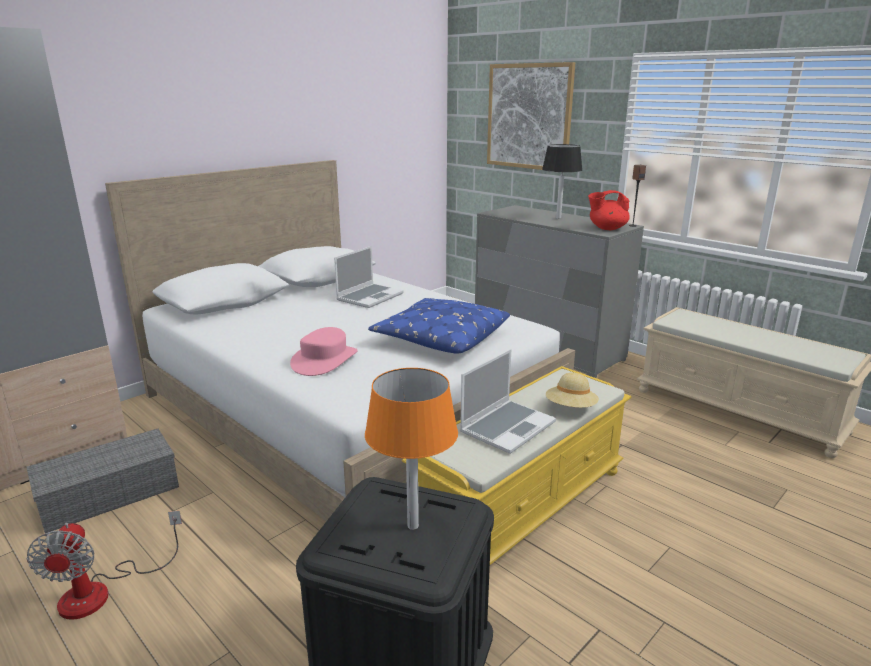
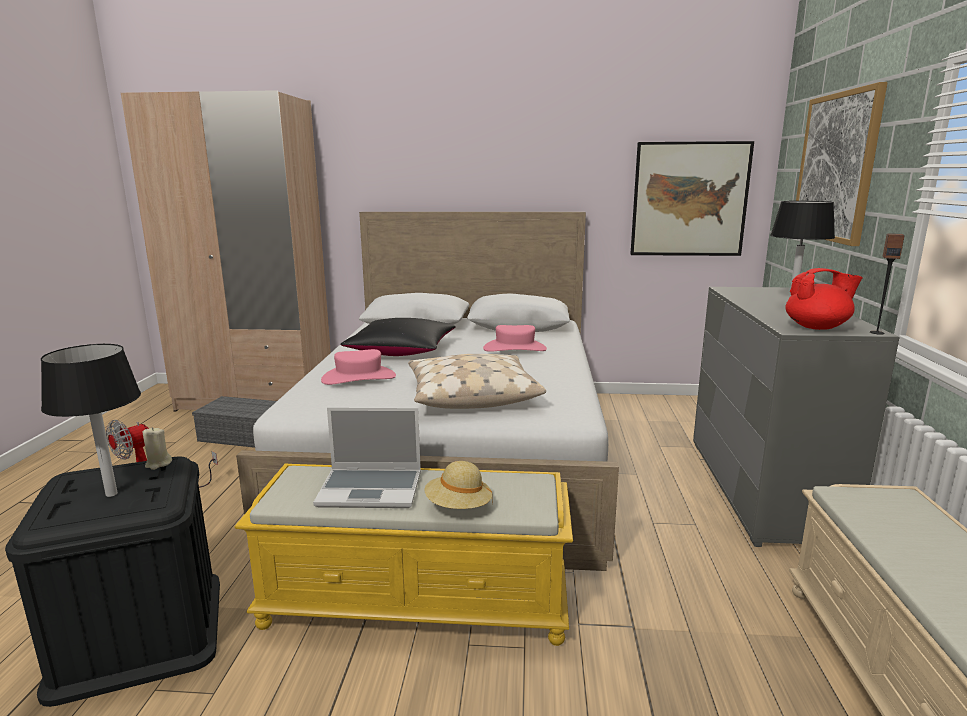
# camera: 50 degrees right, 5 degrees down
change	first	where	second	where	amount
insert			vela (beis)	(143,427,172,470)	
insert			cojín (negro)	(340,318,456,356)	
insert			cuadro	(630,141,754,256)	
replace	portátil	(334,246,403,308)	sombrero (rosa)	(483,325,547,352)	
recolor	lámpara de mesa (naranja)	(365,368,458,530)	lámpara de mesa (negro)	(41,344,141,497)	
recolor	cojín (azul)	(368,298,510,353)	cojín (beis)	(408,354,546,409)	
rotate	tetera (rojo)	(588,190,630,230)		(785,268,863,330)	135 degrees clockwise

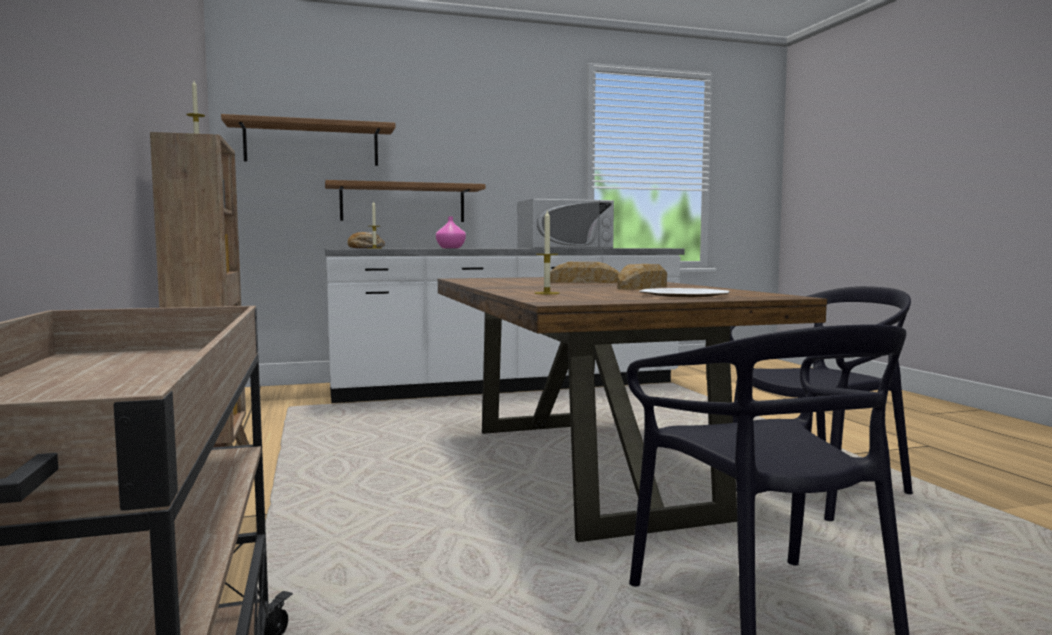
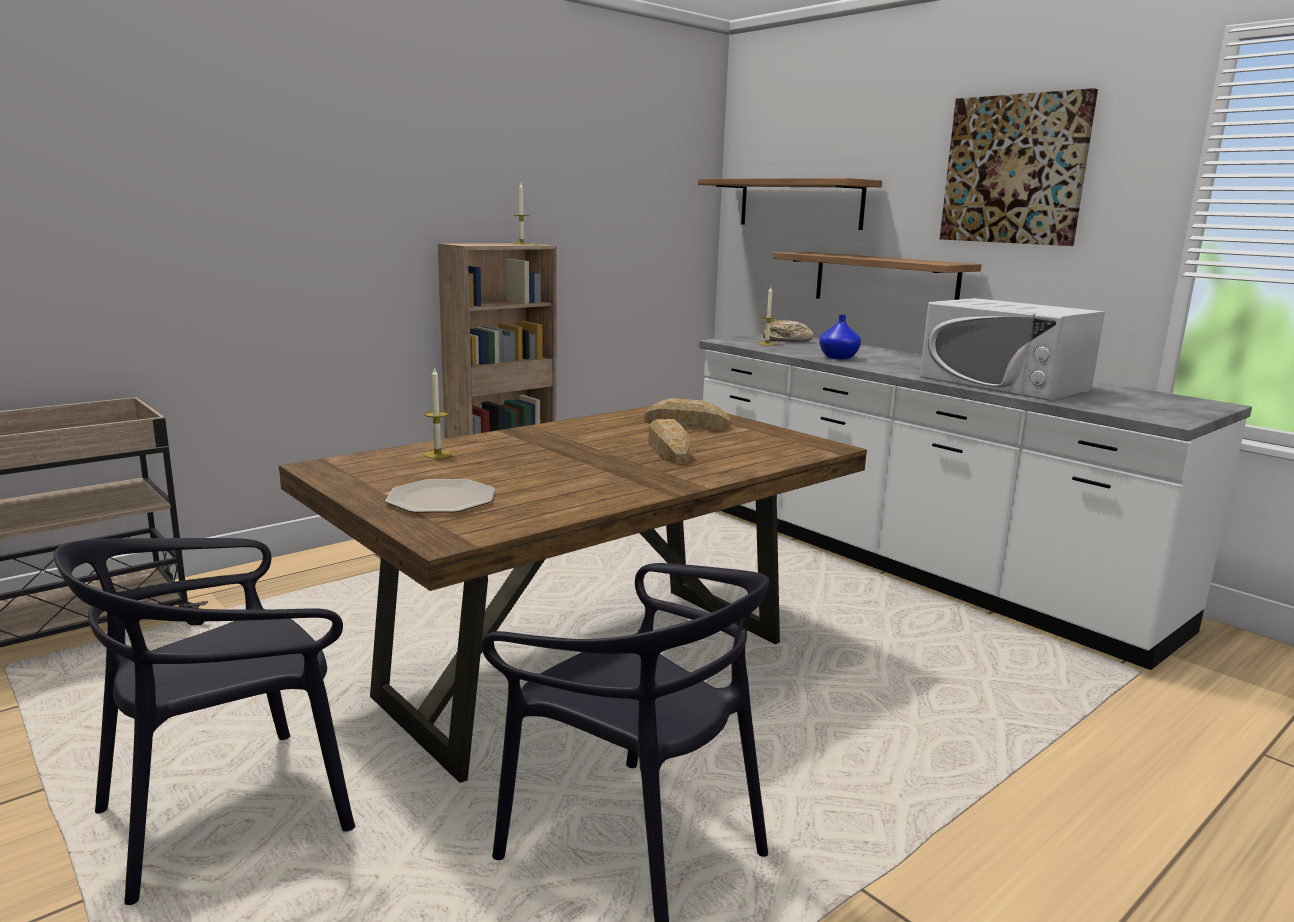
# camera: 65 degrees right, 10 degrees up
change	first	where	second	where	amount
insert			cuadro	(940,88,1098,246)	
move	pan	(617,264,667,290)		(644,398,731,430)	
recolor	florero (rosa)	(436,216,466,248)	florero (azul)	(819,315,861,360)	

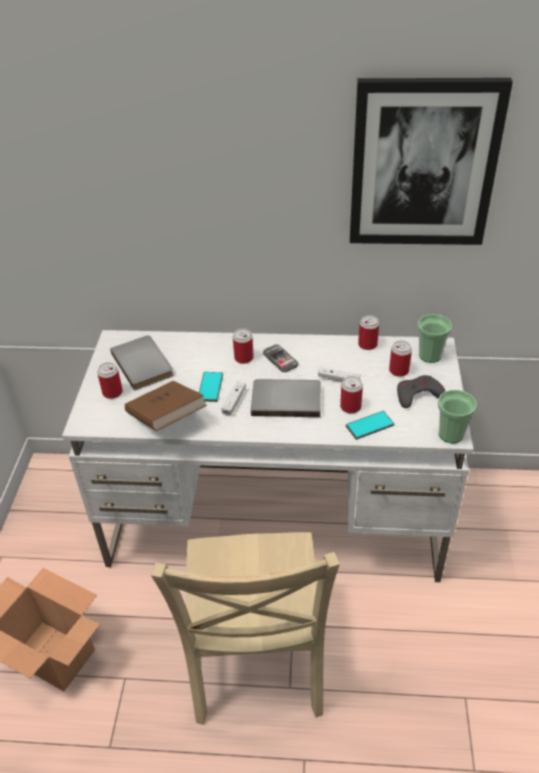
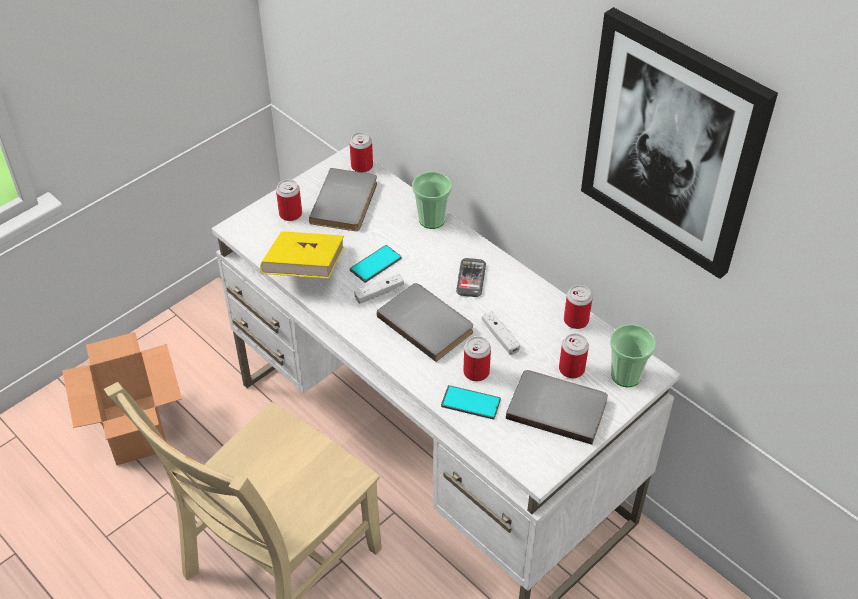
# camera: 40 degrees right, 5 degrees up
change	first	where	second	where	amount
move	lata	(233,328,254,364)		(349,132,373,173)	
move	taza	(438,390,477,443)		(413,172,452,229)	
replace	mando de consola (gris)	(397,375,446,408)	libro (gris)	(506,370,608,445)	
recolor	libro (marrón)	(125,381,207,431)	libro (amarillo)	(260,231,344,279)	

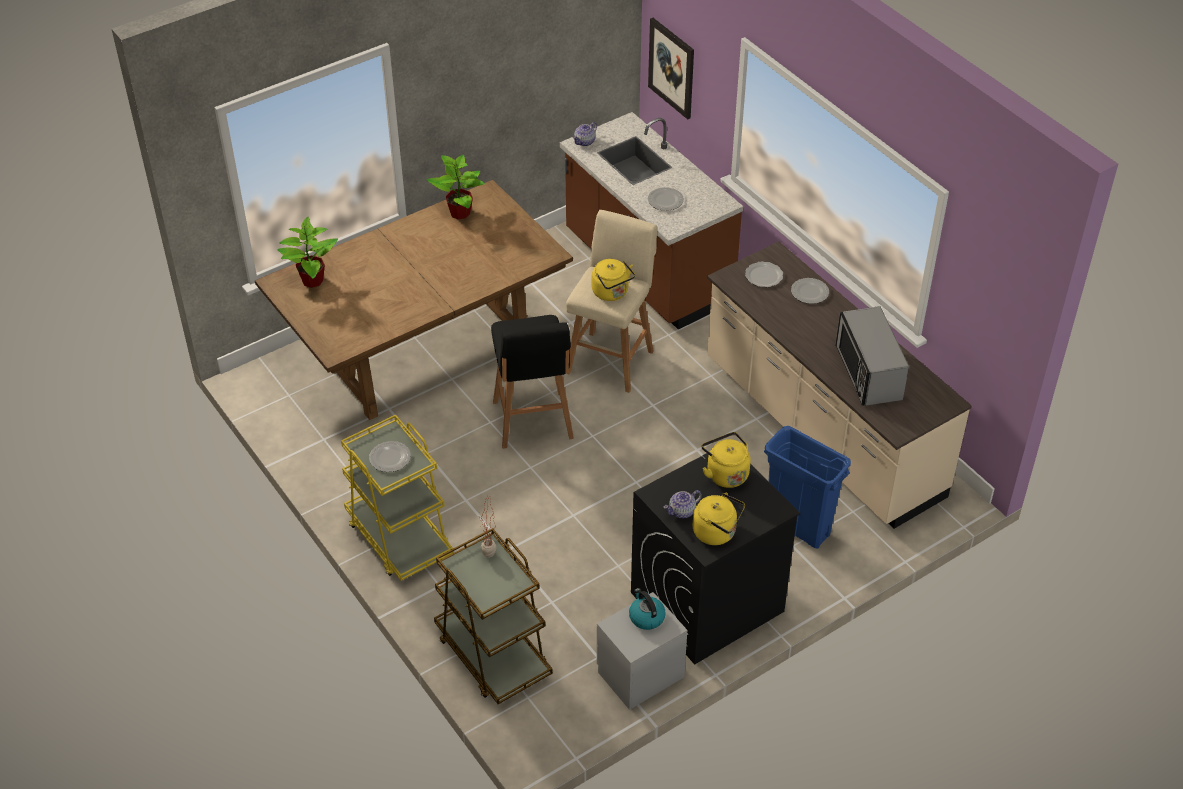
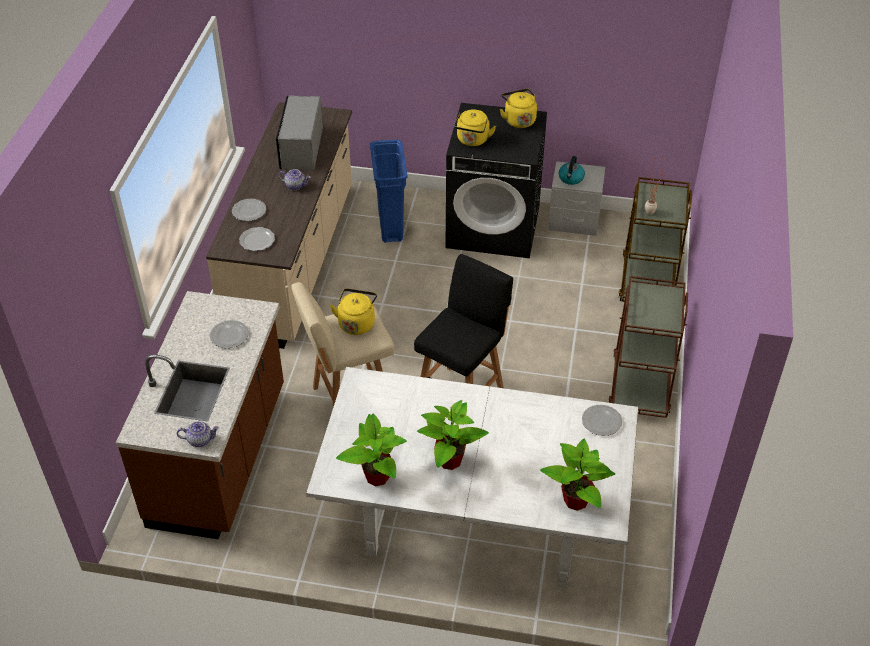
# camera: 135 degrees left, 0 degrees up
change	first	where	second	where	amount
delete	cuadro	(648,18,694,119)			
insert			planta en maceta	(417,400,489,470)	
move	plato	(369,441,411,472)		(582,405,622,436)	
move	tetera	(664,490,702,518)		(278,169,311,190)	
recolor	mesa de comedor (marrón)	(255,180,573,420)	mesa de comedor (blanco)	(306,367,638,586)	
recolor	carrito (amarillo)	(341,415,454,581)	carrito (marrón)	(609,276,688,418)	
rotate	microondas	(835,306,909,406)		(276,96,323,171)	150 degrees clockwise

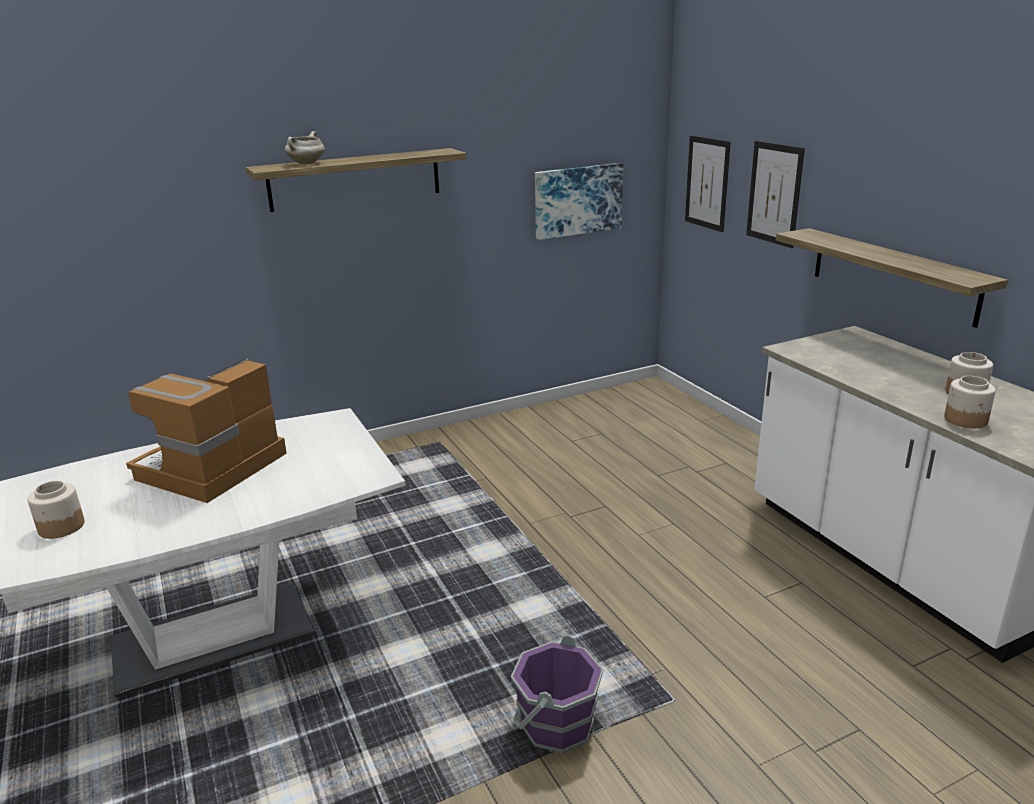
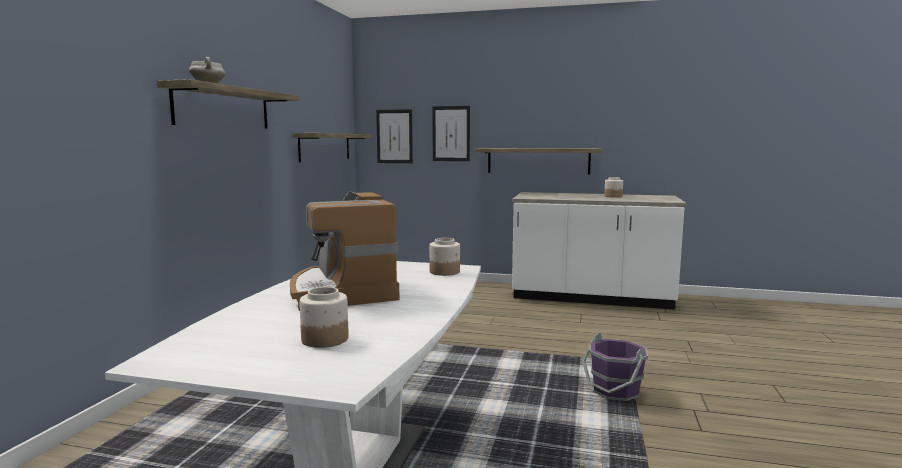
# camera: 50 degrees left, 15 degrees down
change	first	where	second	where	amount
move	tarro	(944,376,996,428)		(429,238,460,276)	
replace	cuadro	(535,163,623,240)	estante	(292,133,373,162)	

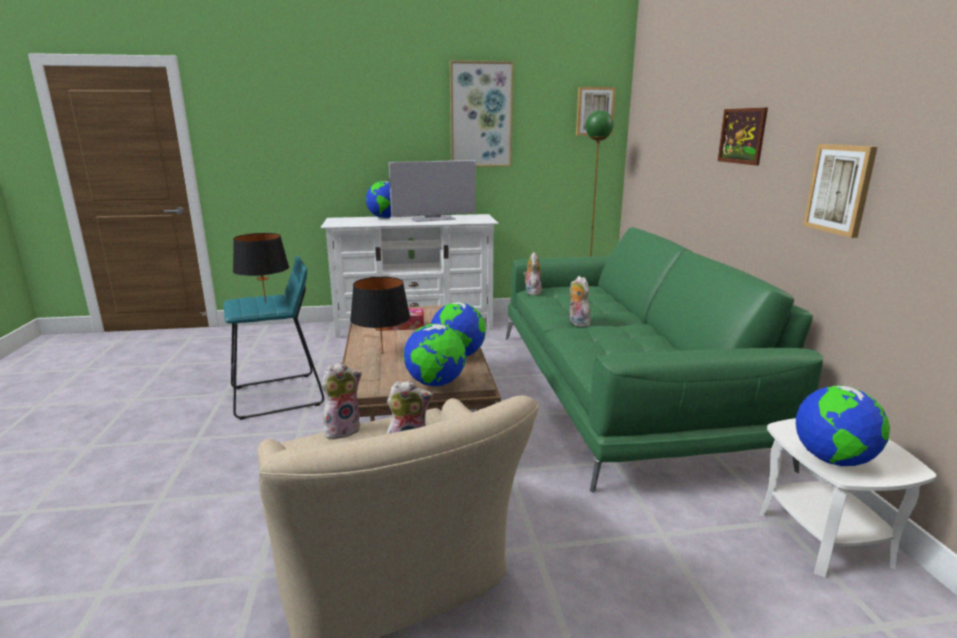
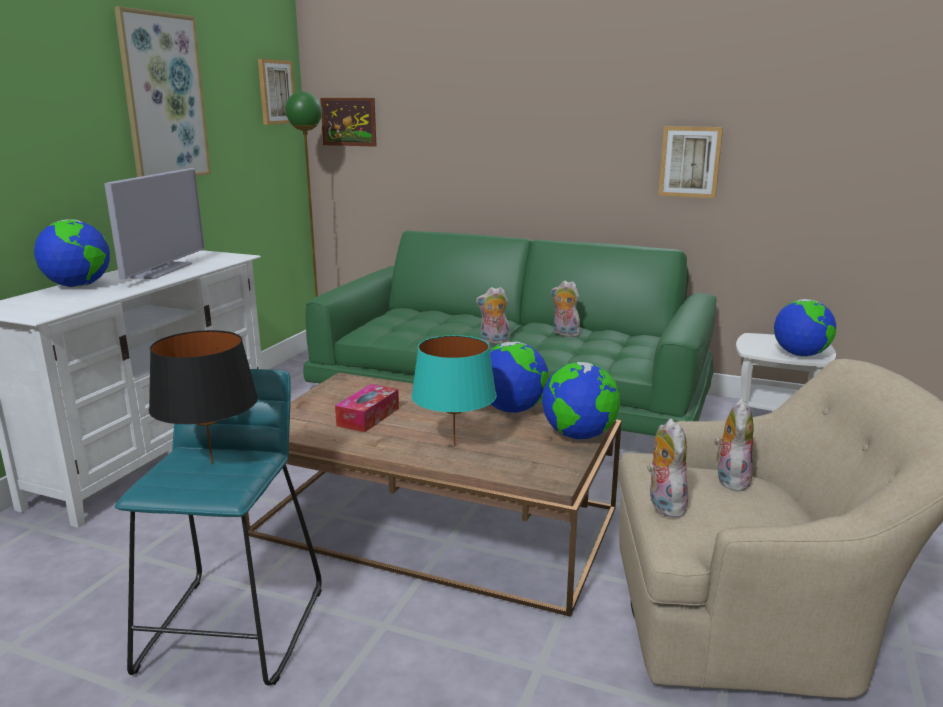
# camera: 60 degrees left, 0 degrees up
change	first	where	second	where	amount
move	peluche	(523,252,542,295)		(551,281,580,337)	
move	cuadro	(717,107,768,166)		(320,98,376,147)	
recolor	lámpara de mesa (negro)	(350,277,410,354)	lámpara de mesa (turquesa)	(411,335,497,446)	

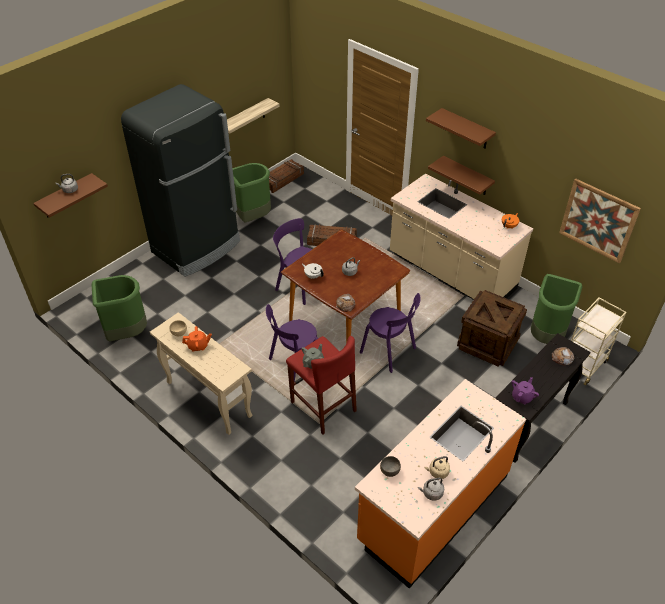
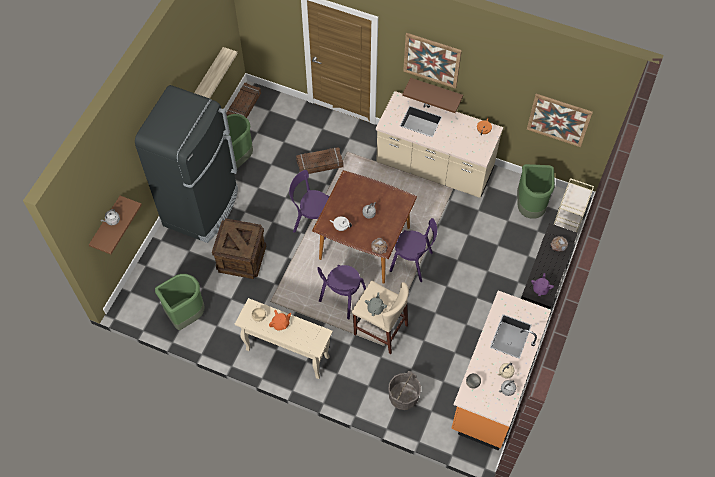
# camera: 20 degrees left, 15 degrees up
change	first	where	second	where	amount
insert			cubo (gris)	(388,371,421,410)	
move	caja de embalaje	(457,290,527,367)		(212,218,266,279)	
replace	estante (marrón)	(426,108,496,148)	cuadro	(403,33,462,89)	
recolor	taburete (rojo)	(286,336,357,435)	taburete (beis)	(352,281,409,354)	

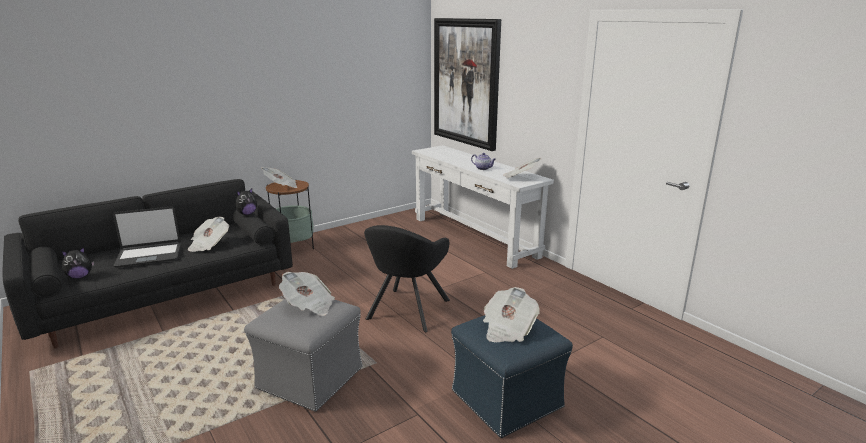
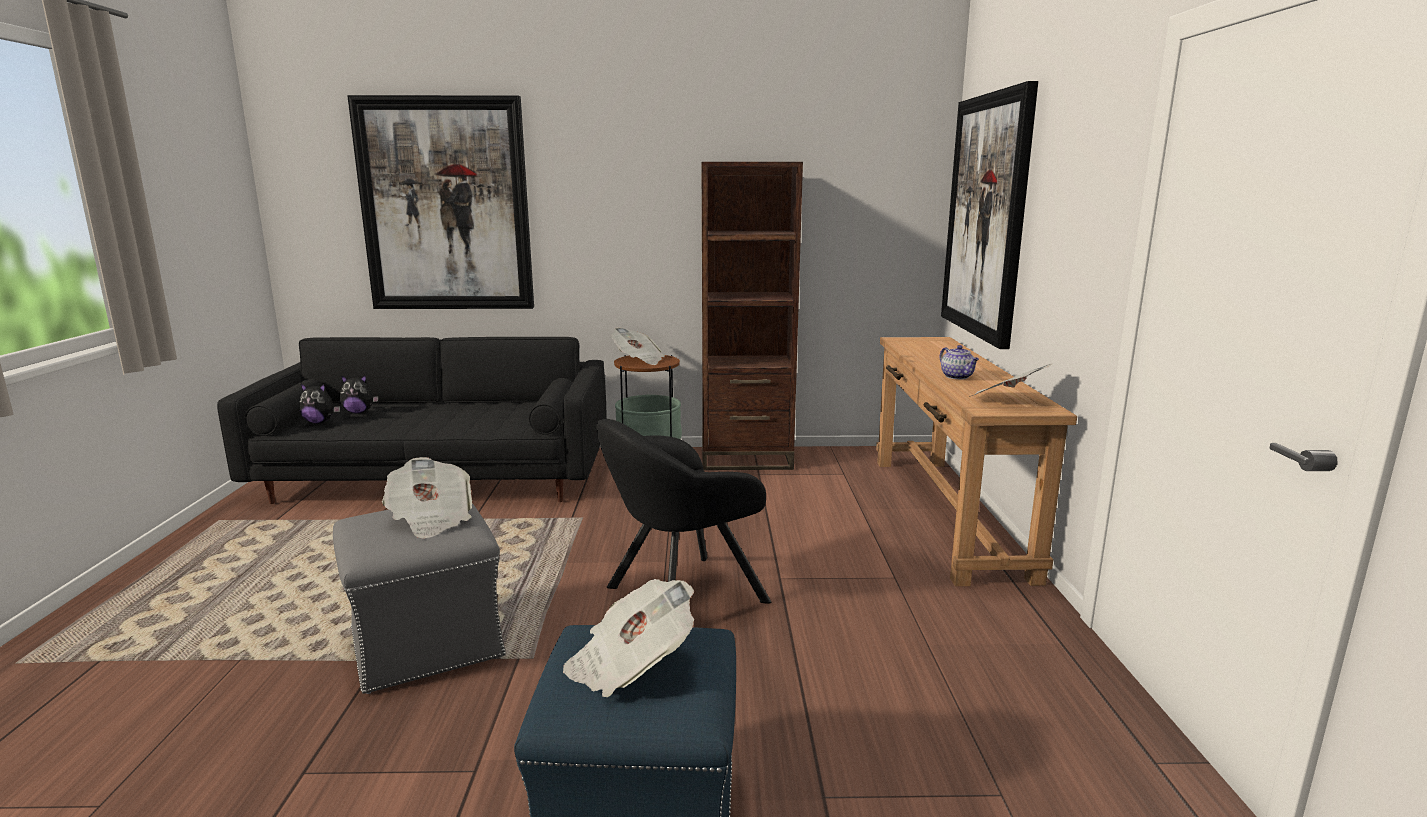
# camera: 35 degrees right, 5 degrees down
change	first	where	second	where	amount
delete	portátil	(113,207,181,268)			
delete	periódico	(188,216,229,252)			
insert			cuadro	(347,95,534,309)	
insert			estantería (marrón)	(701,162,803,470)	
move	peluche	(236,188,257,215)		(340,375,379,414)	
recolor	mesa consola (blanco)	(412,145,554,269)	mesa consola (marrón)	(876,337,1077,586)	

